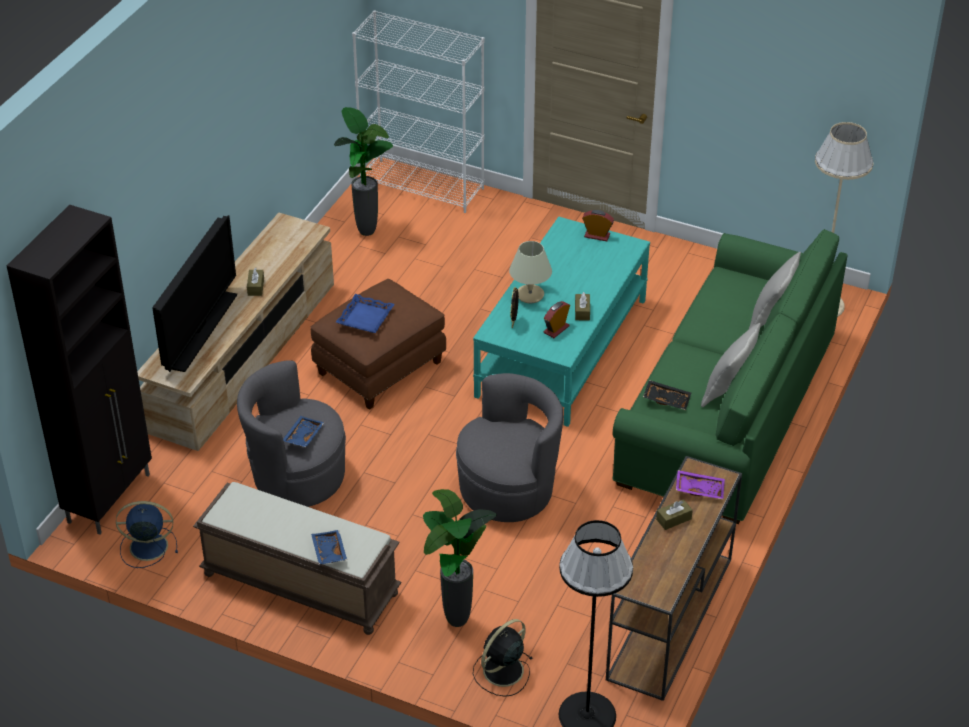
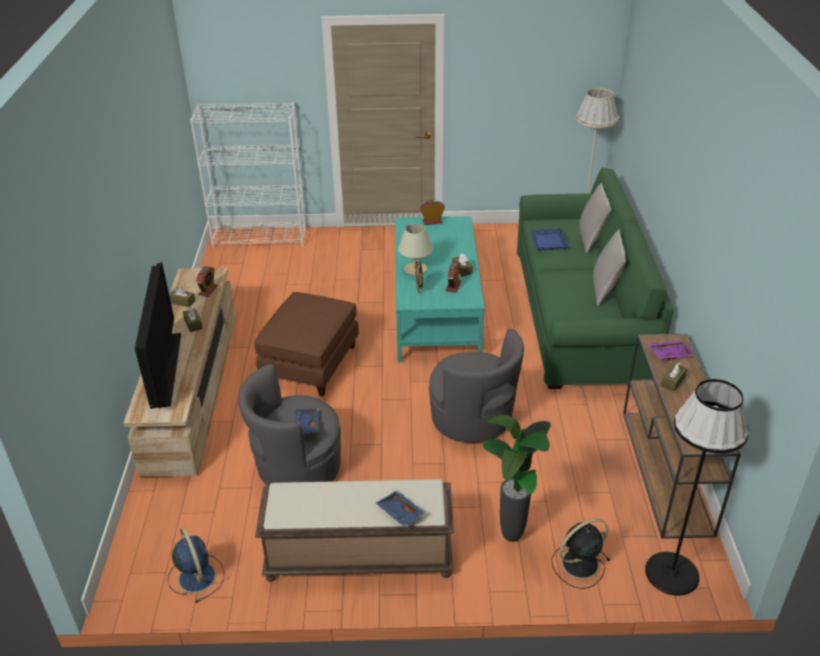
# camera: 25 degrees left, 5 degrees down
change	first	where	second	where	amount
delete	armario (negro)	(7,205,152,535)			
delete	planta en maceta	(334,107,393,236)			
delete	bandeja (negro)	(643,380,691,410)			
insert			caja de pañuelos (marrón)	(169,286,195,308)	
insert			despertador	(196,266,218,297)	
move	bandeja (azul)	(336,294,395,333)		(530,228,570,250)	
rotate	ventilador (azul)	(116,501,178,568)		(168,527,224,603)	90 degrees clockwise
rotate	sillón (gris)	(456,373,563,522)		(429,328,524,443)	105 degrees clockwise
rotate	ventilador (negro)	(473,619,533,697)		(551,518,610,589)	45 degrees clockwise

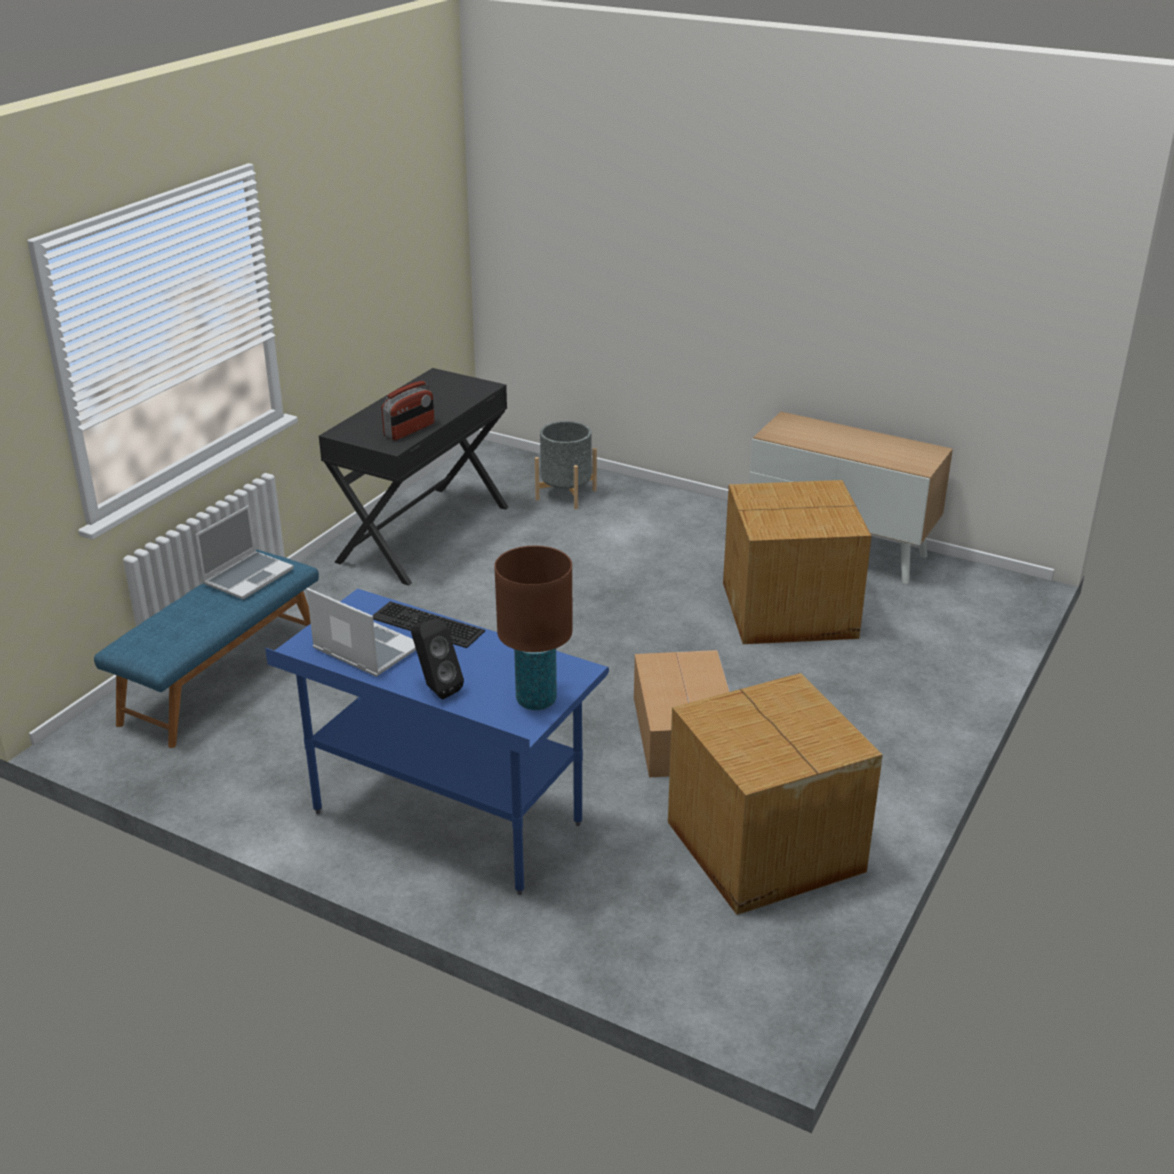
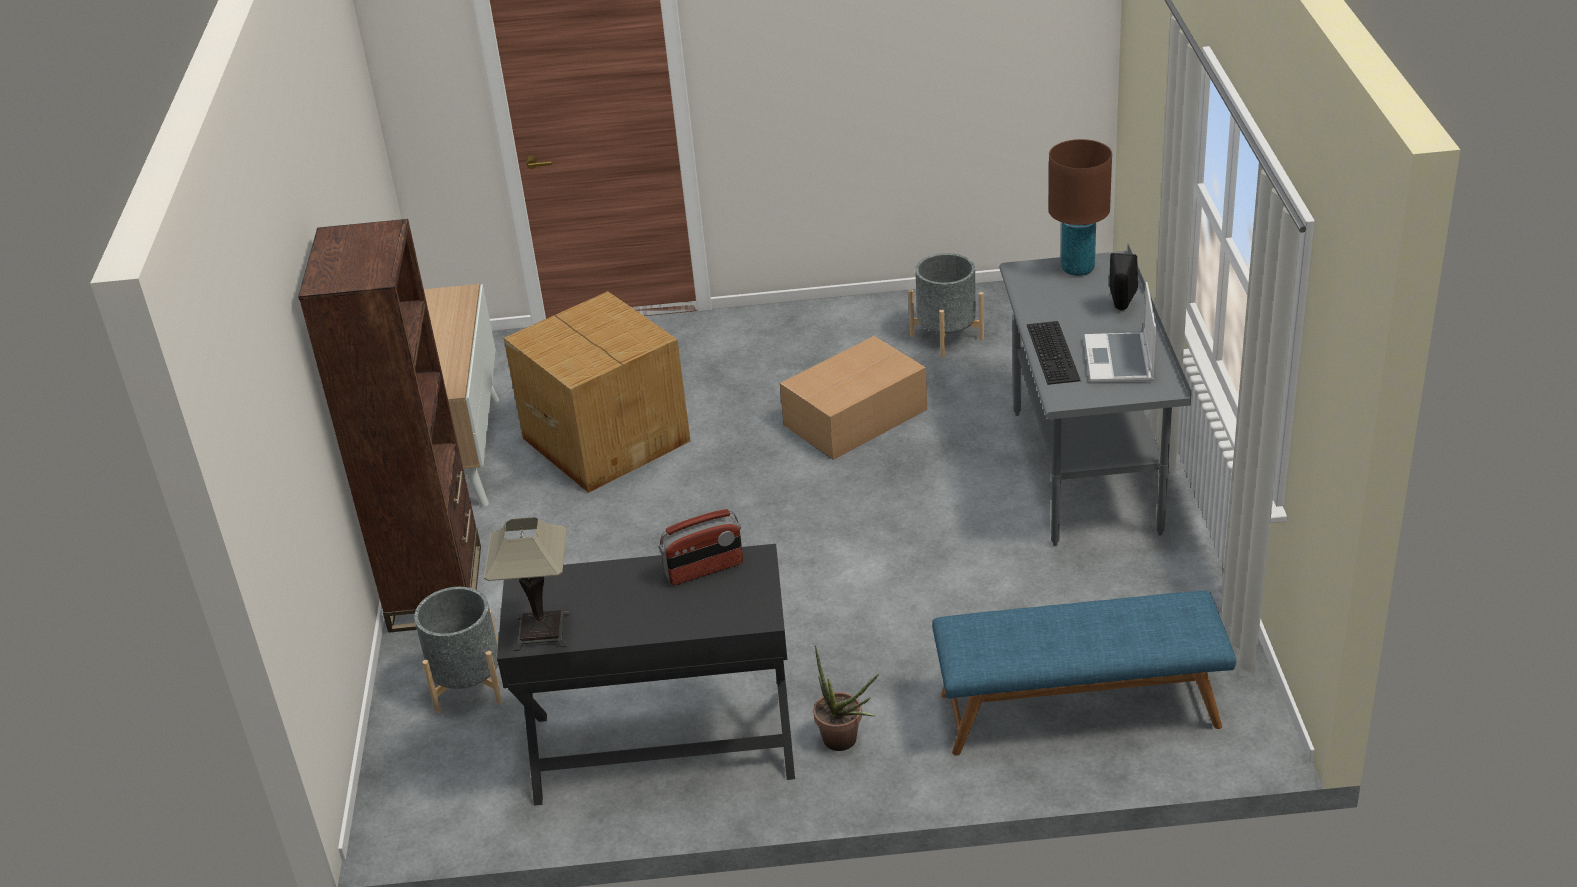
# camera: 120 degrees left, 5 degrees up
change	first	where	second	where	amount
delete	portátil	(195,505,294,600)			
insert			estantería (marrón)	(298,219,481,633)	
insert			lámpara de mesa	(484,517,570,651)	
insert			planta en maceta	(813,645,879,751)	
replace	caja de cartón	(668,673,883,915)	maceta (gris)	(908,253,984,358)	
recolor	escritorio (azul)	(265,589,609,895)	escritorio (gris)	(999,243,1192,546)	
rotate	radio	(382,381,434,440)		(659,509,743,585)	150 degrees clockwise

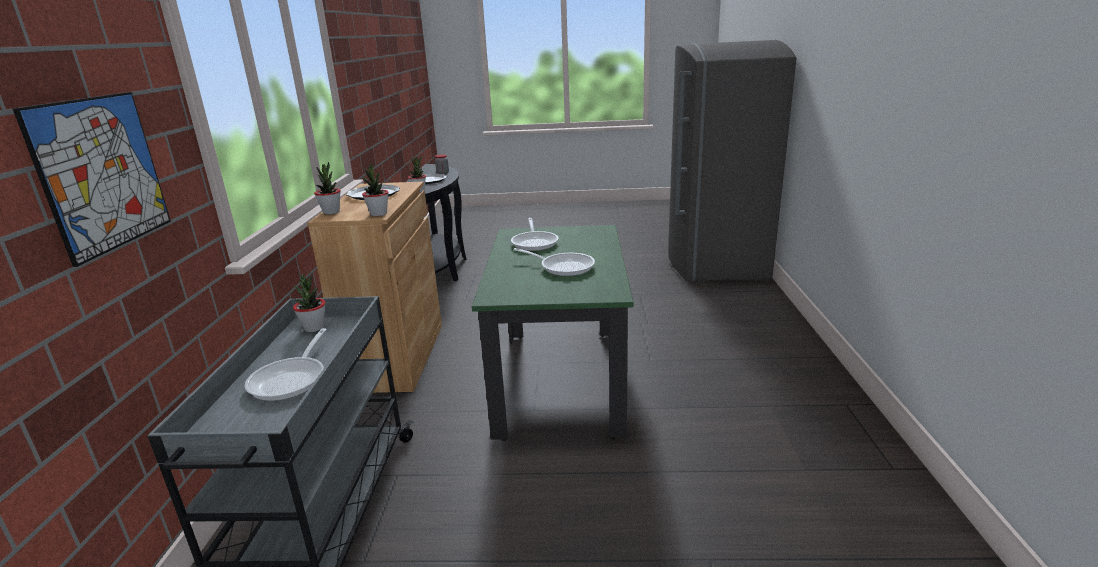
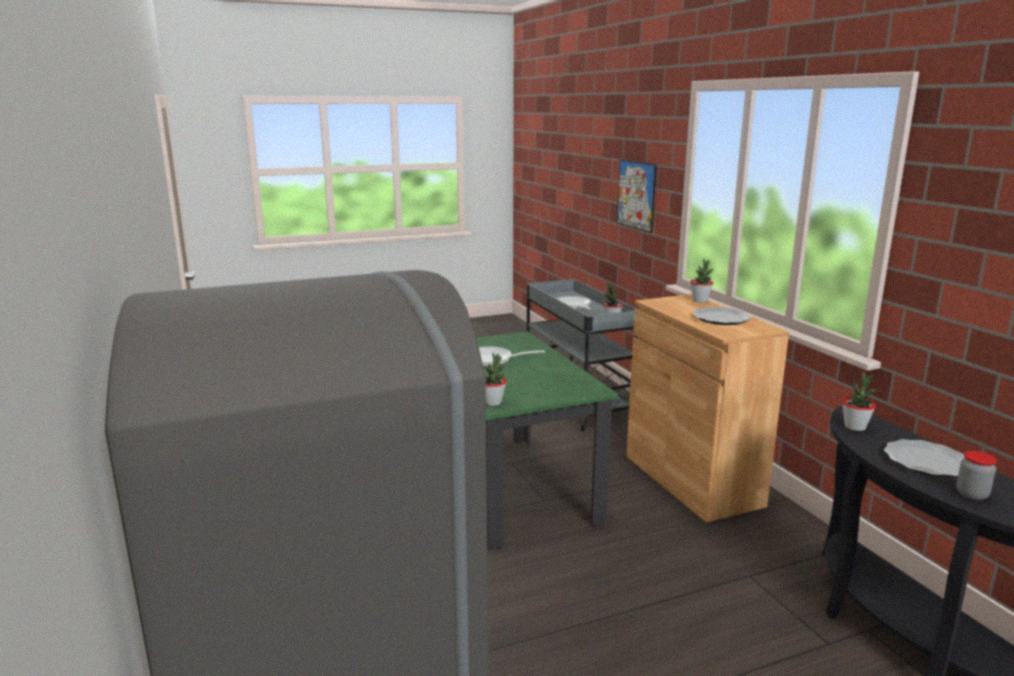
# camera: 155 degrees right, 5 degrees down
change	first	where	second	where	amount
delete	sartén	(511,218,559,251)			
move	planta en maceta	(362,163,389,216)		(484,353,507,406)	

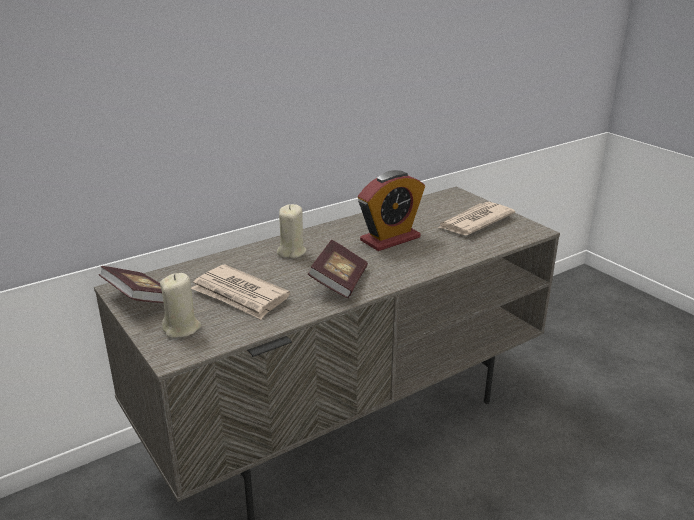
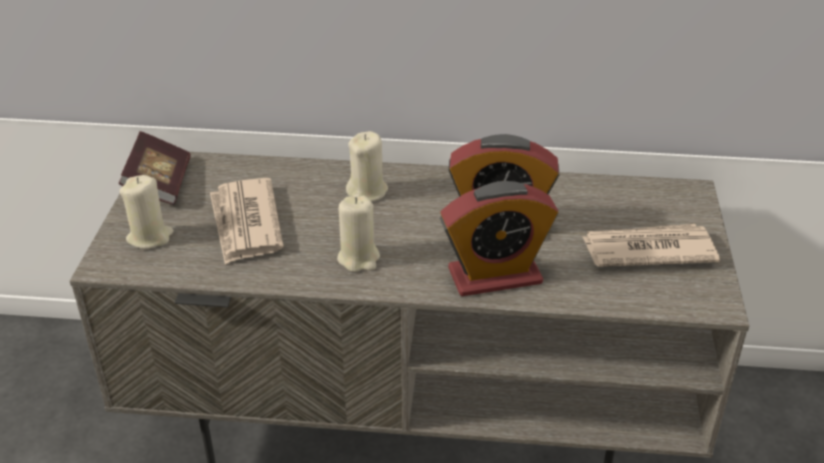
# camera: 40 degrees right, 10 degrees up
change	first	where	second	where	amount
insert			despertador	(440,181,558,296)	
replace	libro	(308,239,368,298)	vela (beis)	(337,196,380,272)	

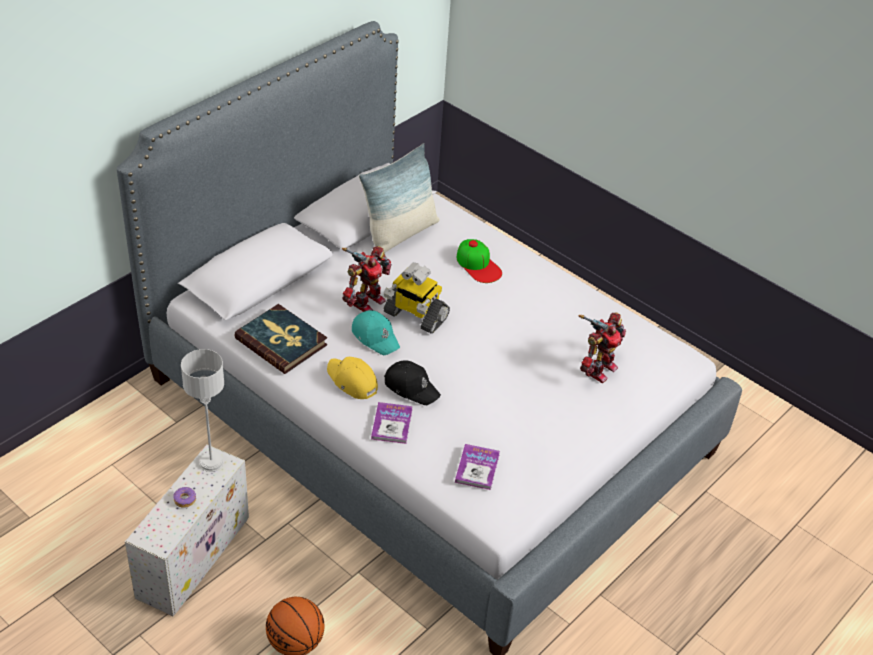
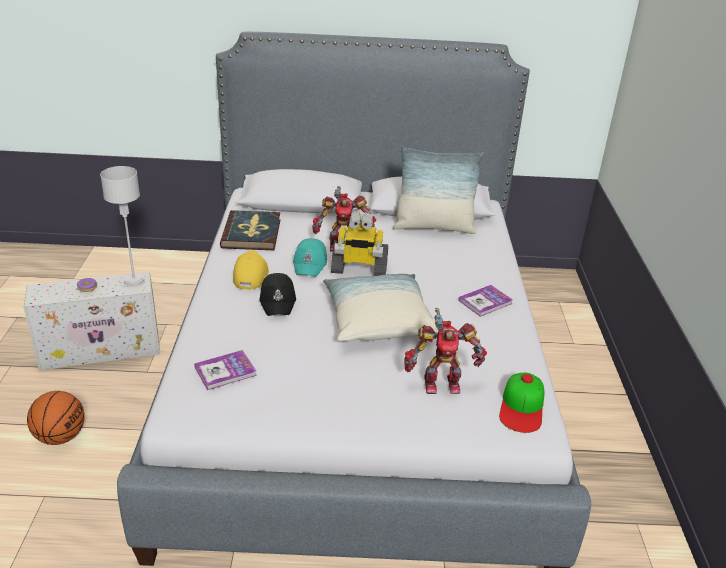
# camera: 50 degrees right, 10 degrees down
change	first	where	second	where	amount
insert			cojín	(323,274,439,341)	
move	libro	(371,402,413,444)		(458,285,513,317)	
move	gorra	(457,239,502,283)		(499,372,544,433)	
rotate	robot de juguete	(384,263,450,334)		(331,212,388,276)	75 degrees counterclockwise

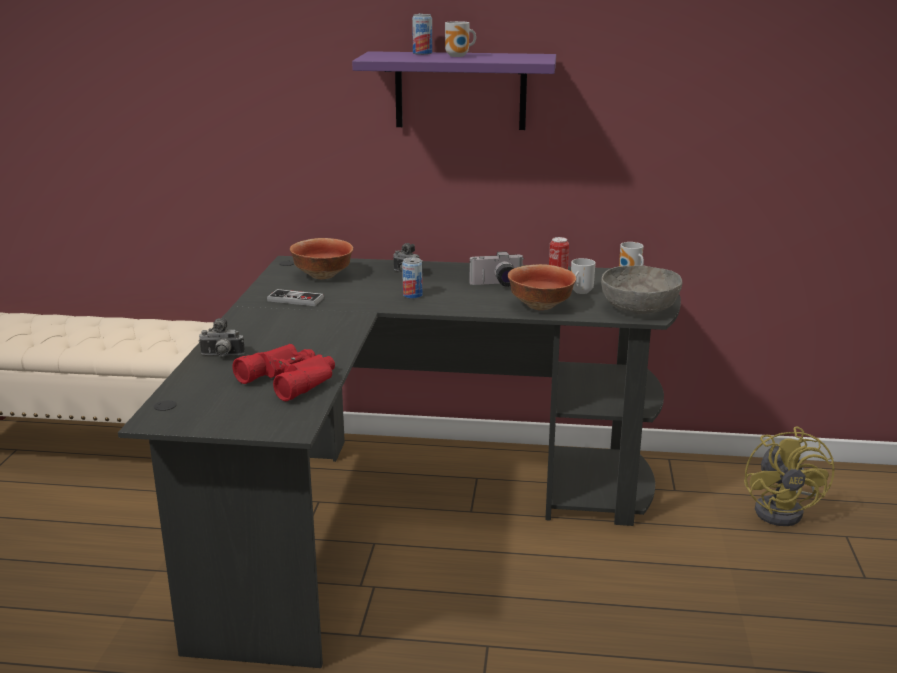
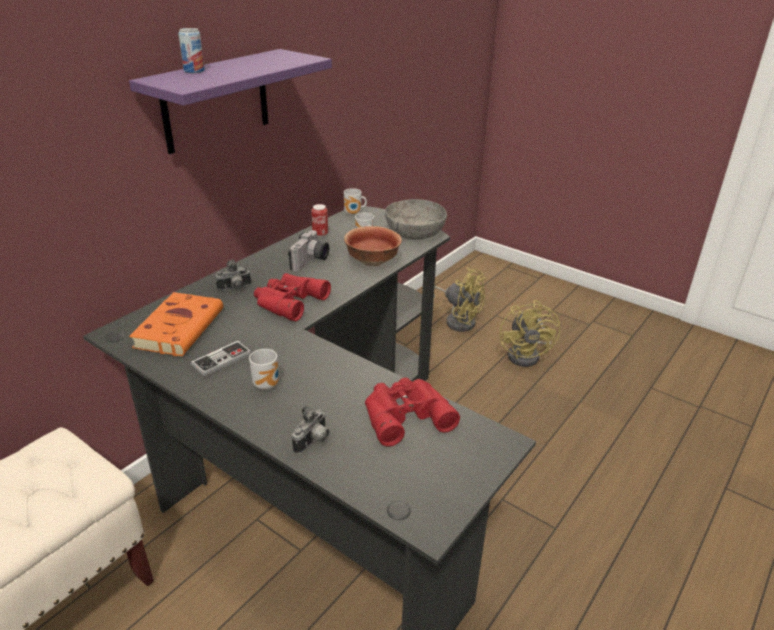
# camera: 60 degrees left, 10 degrees up
change	first	where	second	where	amount
insert			ventilador (amarillo)	(500,300,561,367)	
move	taza grande	(445,21,476,57)		(249,349,279,390)	
replace	cuenco	(290,238,353,279)	libro (naranja)	(129,292,223,356)	
replace	lata	(402,257,423,299)	prismáticos (rojo)	(254,273,331,321)	

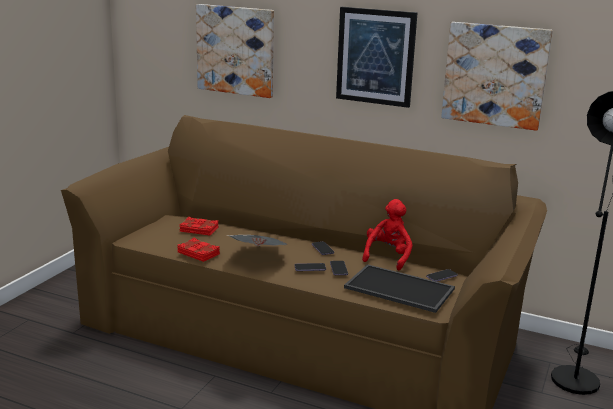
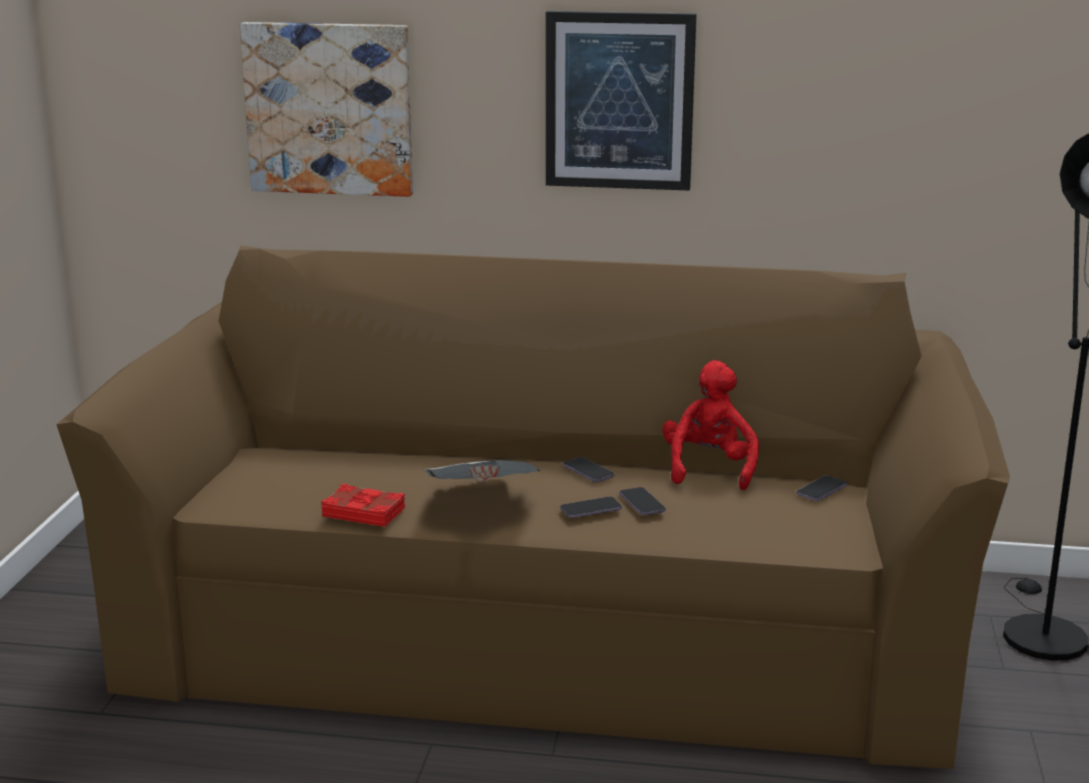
# camera: 15 degrees left, 0 degrees up
change	first	where	second	where	amount
delete	libro (rojo)	(179,217,218,236)			
delete	bandeja	(344,264,455,313)			
delete	cuadro	(441,22,553,131)			

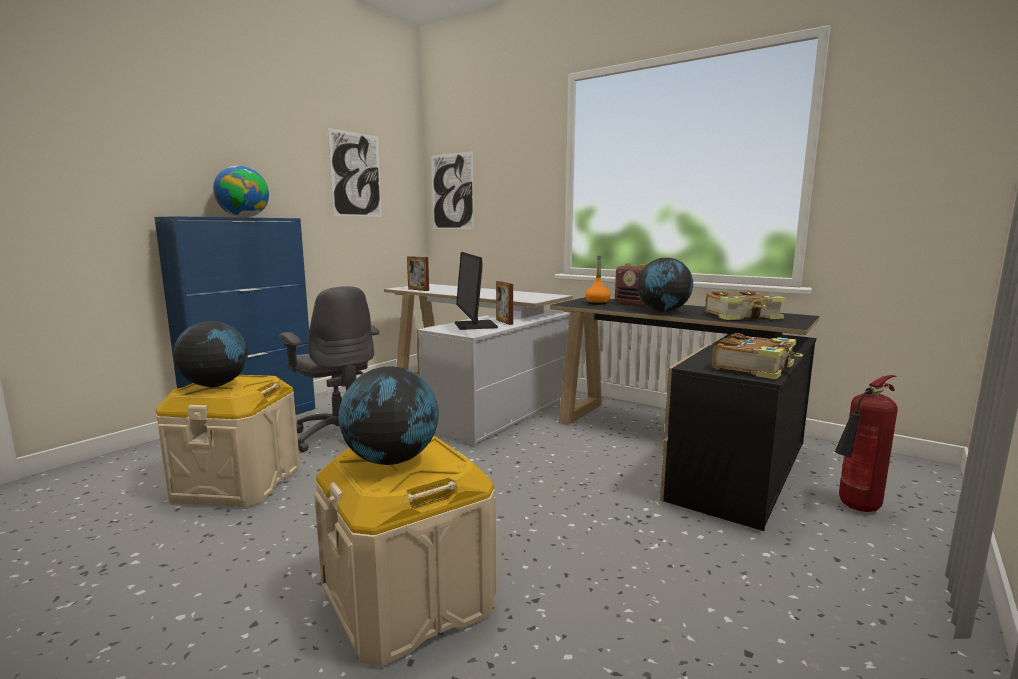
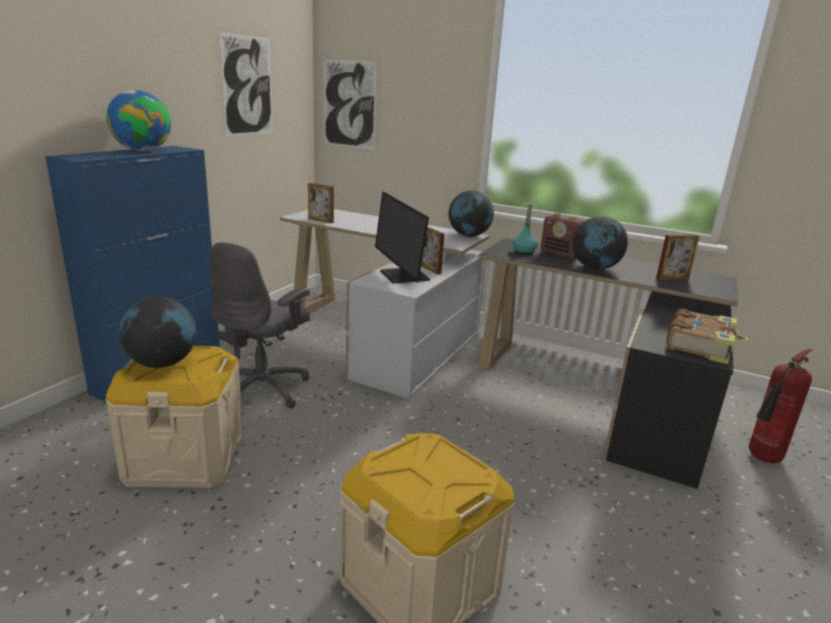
# camera: 10 degrees left, 10 degrees up
change	first	where	second	where	amount
move	globo terráqueo	(339,366,439,465)		(449,190,494,237)	
replace	libro	(705,291,786,320)	portarretratos	(656,234,699,280)	
recolor	botella (naranja)	(585,255,611,305)	botella (turquesa)	(512,204,538,255)	
rotate	silla de oficina (gris)	(279,286,379,452)		(209,242,310,409)	75 degrees clockwise

